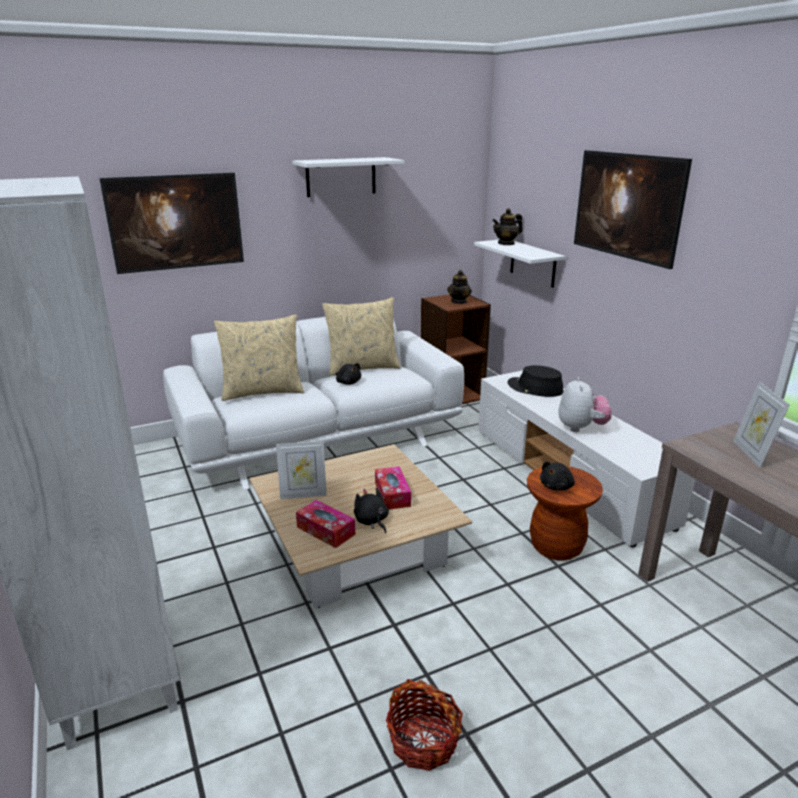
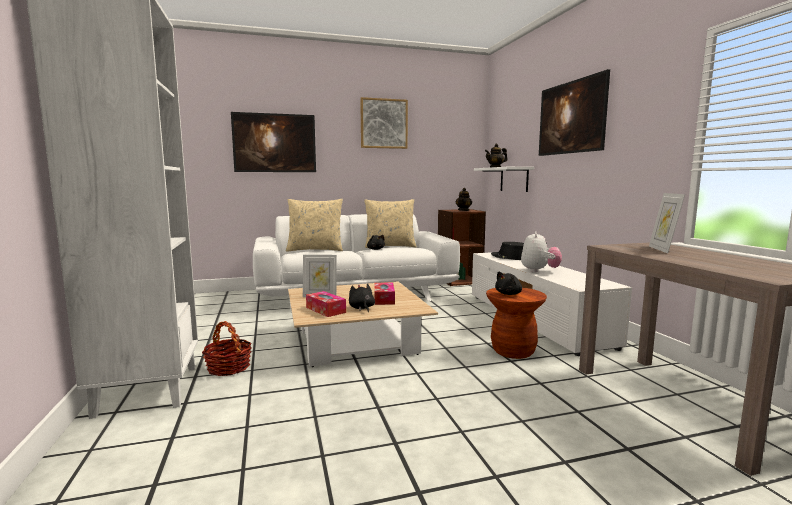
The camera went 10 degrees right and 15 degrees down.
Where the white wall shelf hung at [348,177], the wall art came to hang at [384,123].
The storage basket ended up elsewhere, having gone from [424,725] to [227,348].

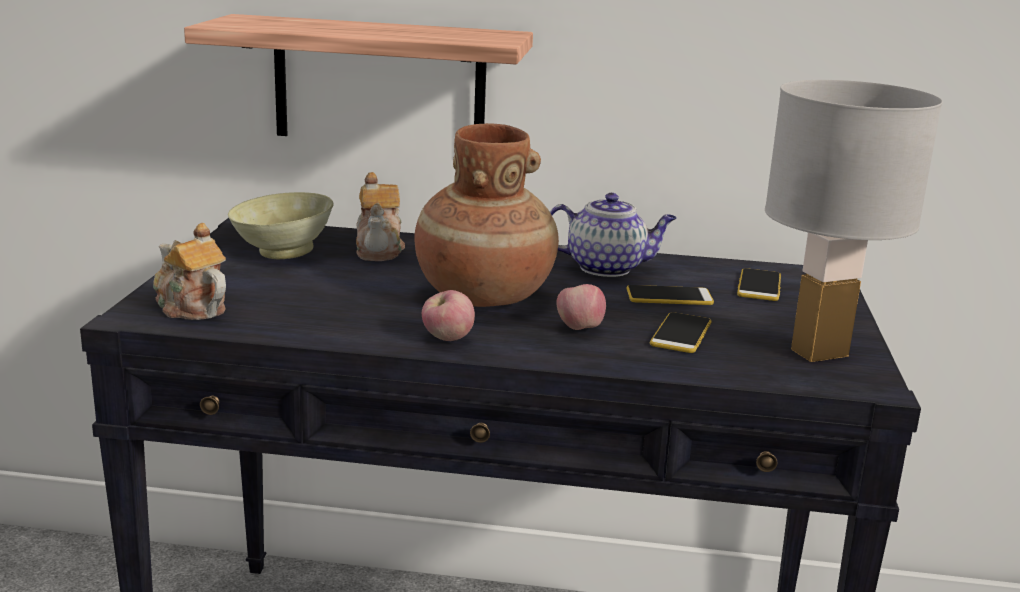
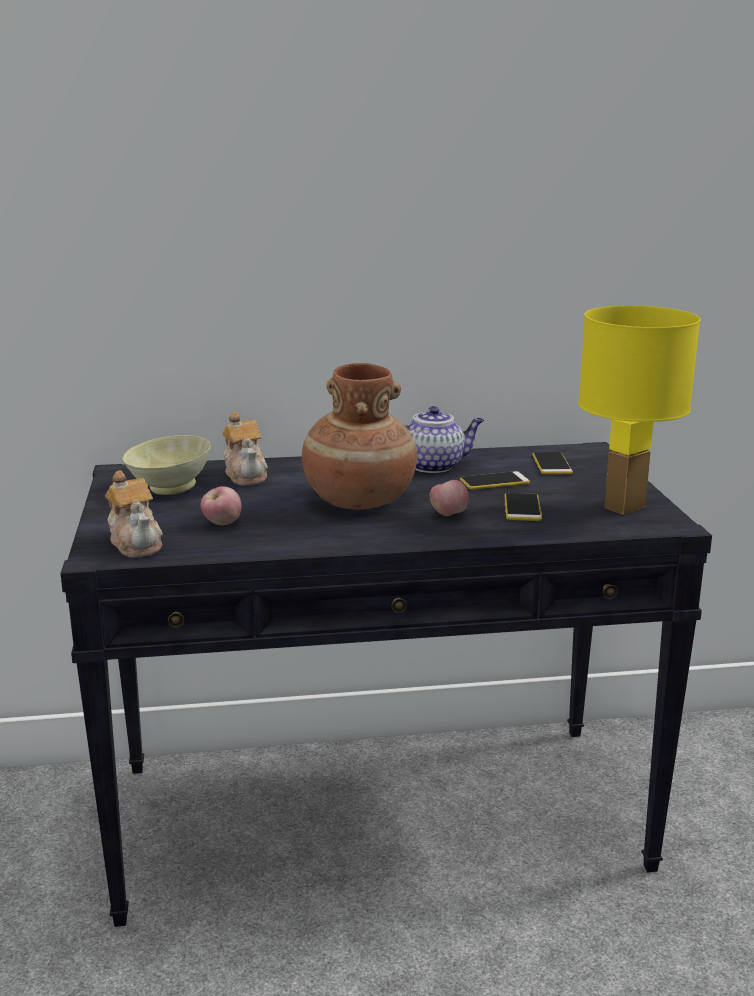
The camera went 15 degrees left and 0 degrees up.
The second view lost the wall shelf at [358,75].
What was the white table lamp at [854,221] turned into the yellow-coloured table lamp at [639,410].
The pot for tea at [189,271] ended up facing another way, 150 degrees counterclockwise from before.
The whole apple ended up elsewhere, having gone from [448,315] to [221,506].

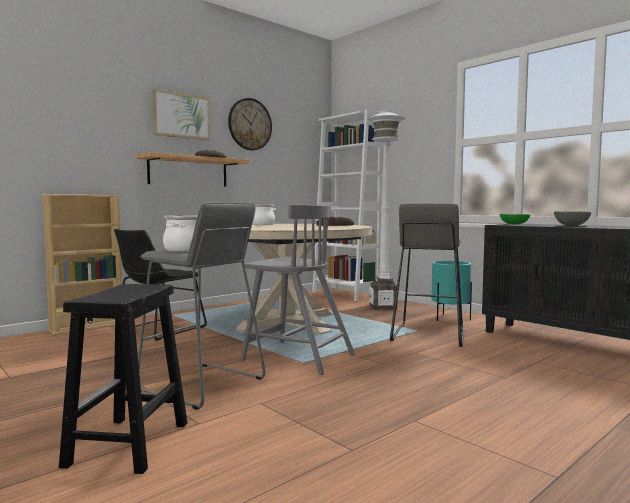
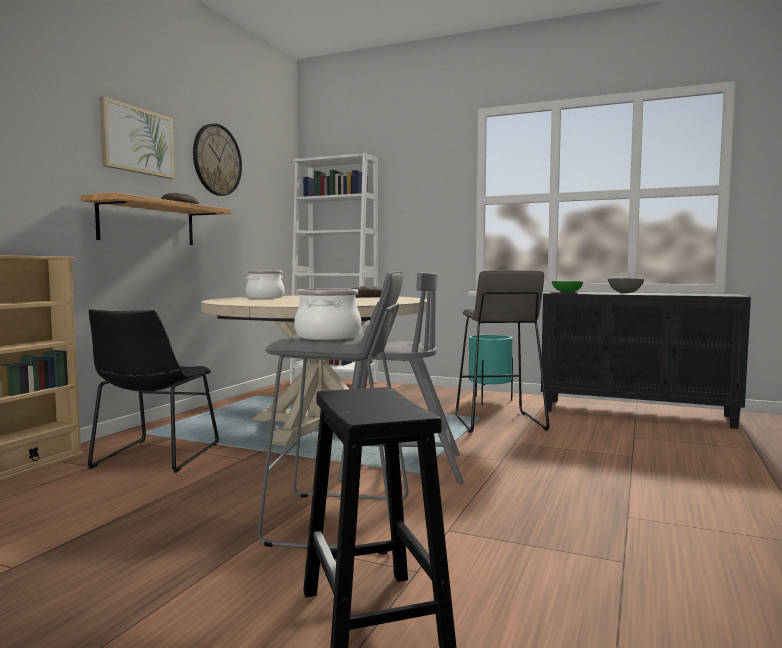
The camera went 25 degrees left and 0 degrees up.
The second view lost the white standard lamp at [386,210].

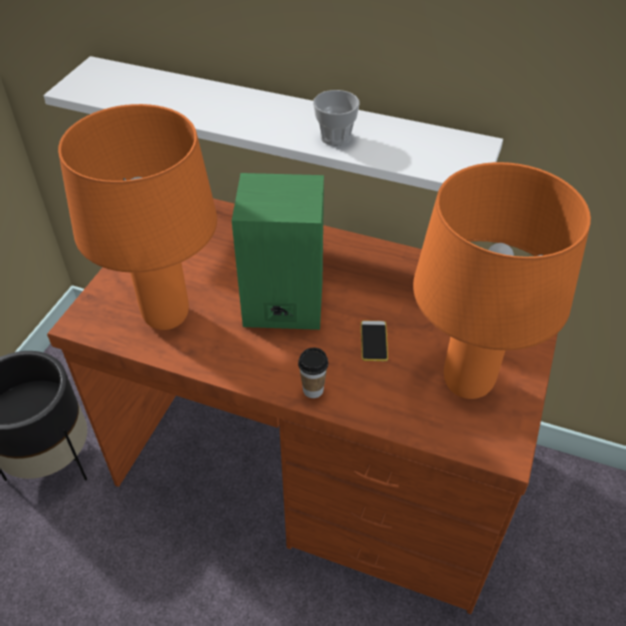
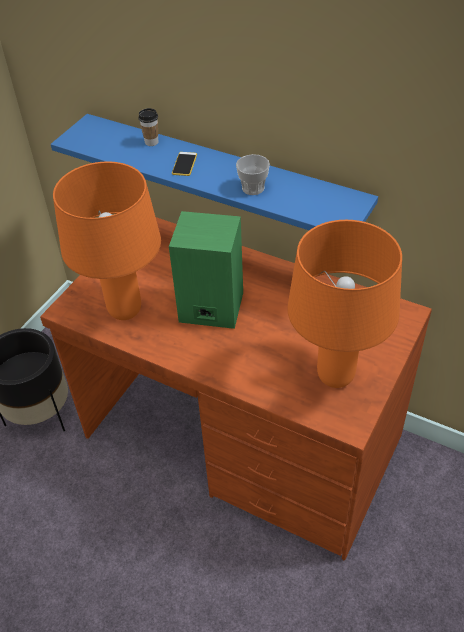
The camera went 10 degrees right and 0 degrees up.
What was the white wall shelf at [273,123] turned into the blue-coloured wall shelf at [214,172].
The handset ended up elsewhere, having gone from [374,341] to [184,164].
The cup ended up elsewhere, having gone from [313,373] to [148,127].

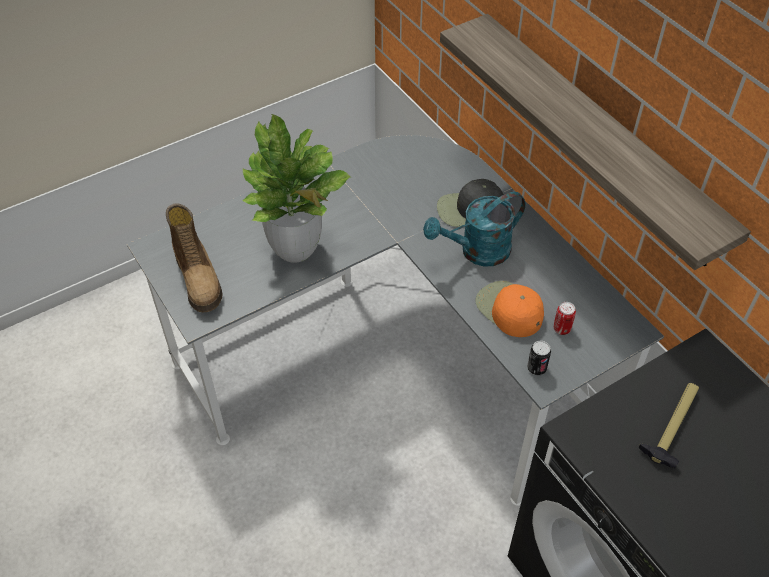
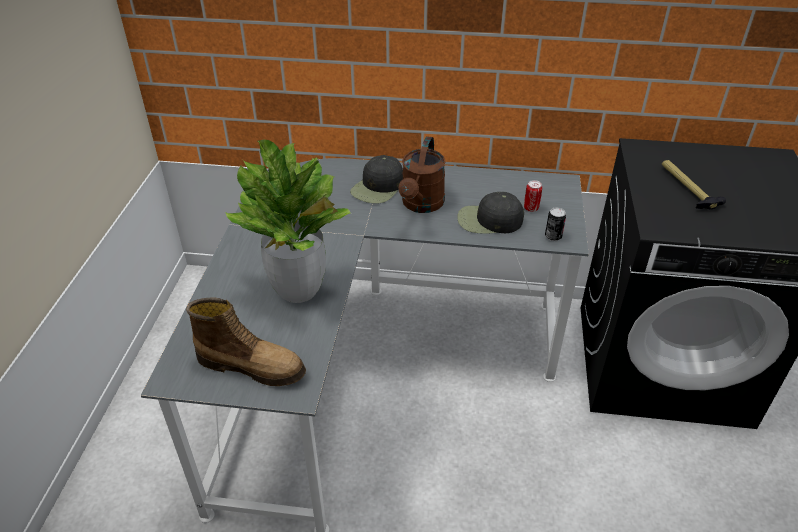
The camera went 50 degrees left and 10 degrees down.
The second view lost the wall shelf at [595,142].
What was the turquoise watering pot at [474,229] turned into the brownish watering pot at [422,174].
What was the orange-coloured cap at [509,309] turned into the black cap at [490,213].

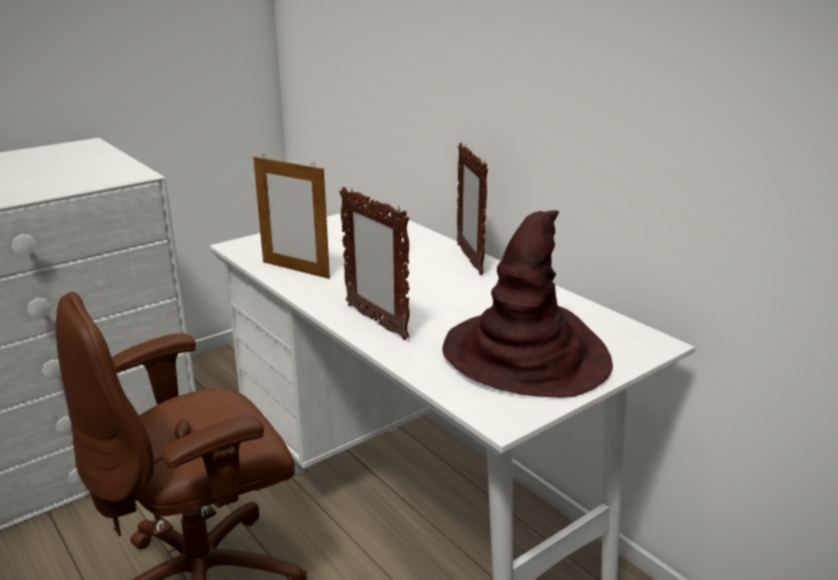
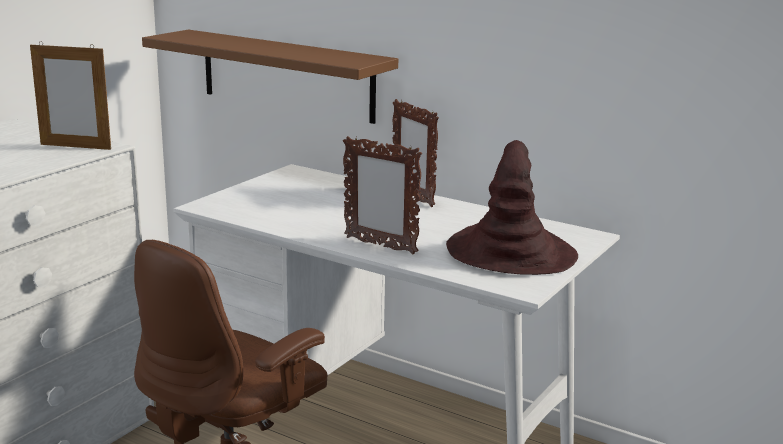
The camera went 20 degrees left and 5 degrees down.
The photo frame ended up elsewhere, having gone from [291,216] to [70,95].
The second view gained the brownish wall shelf at [270,77].

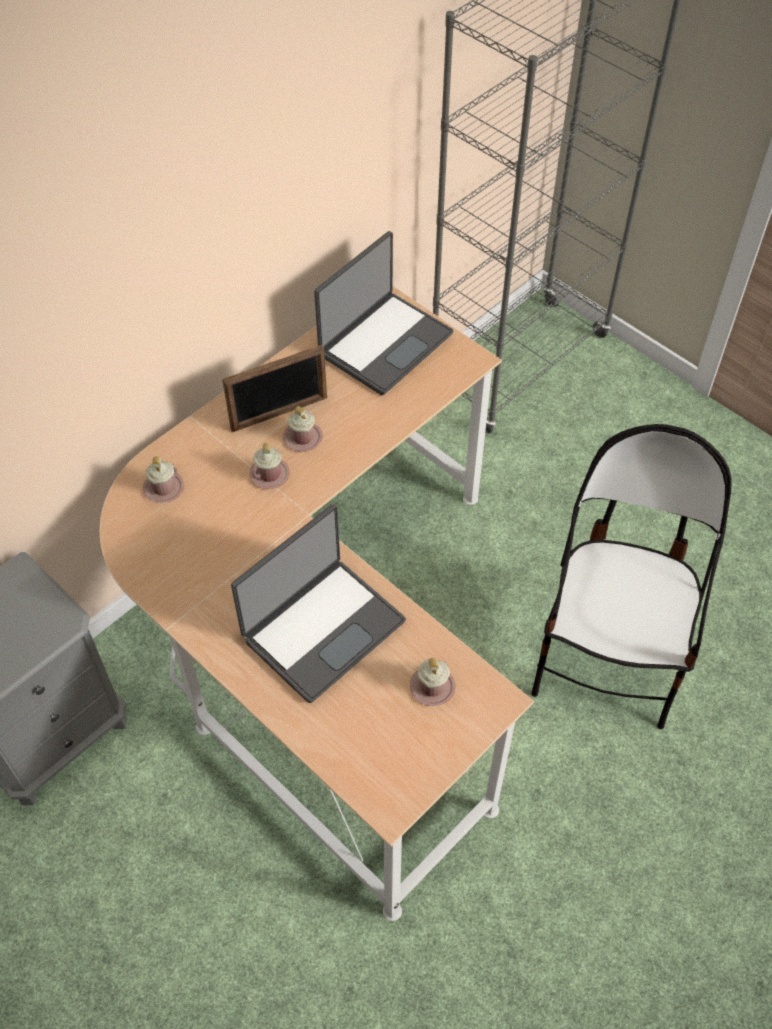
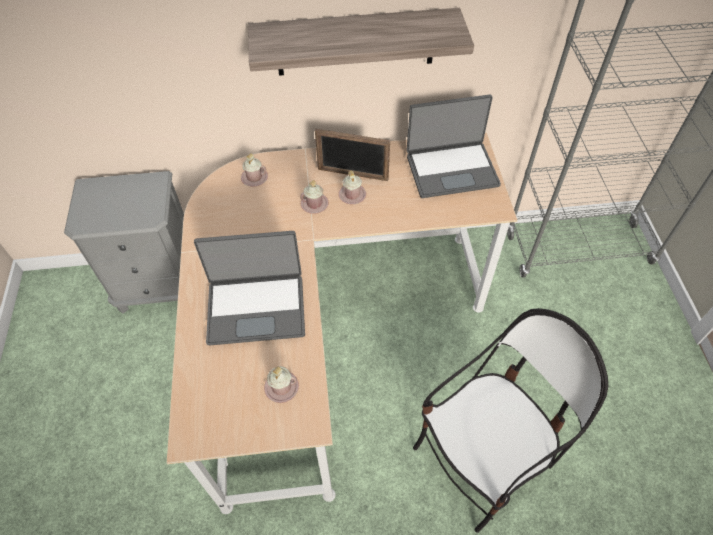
The camera went 40 degrees right and 0 degrees up.
The second view gained the wall shelf at [361,42].

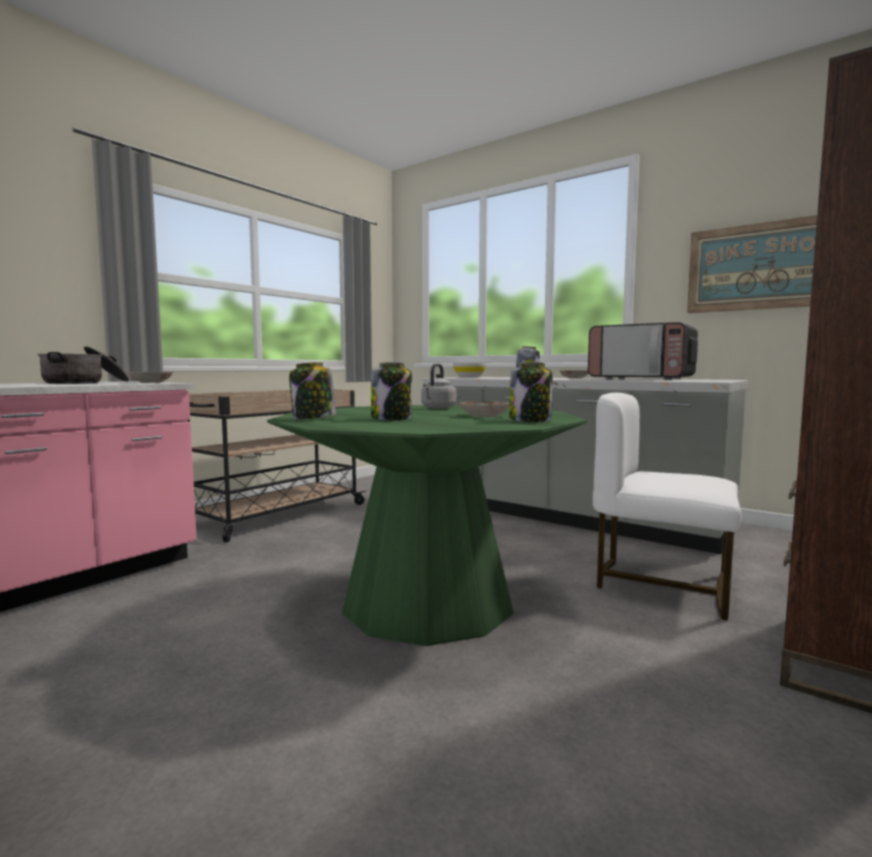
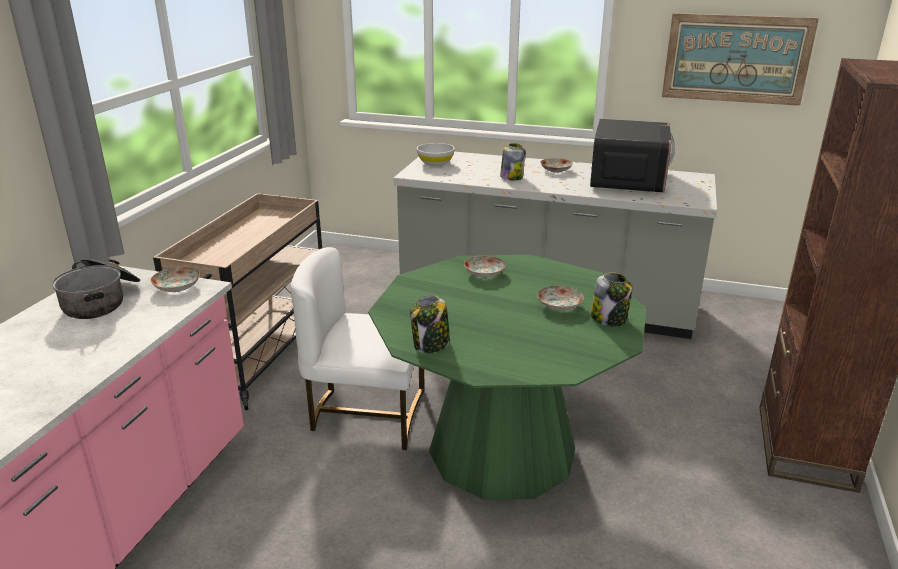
The camera went 20 degrees left and 20 degrees up.
The microwave oven at [643,351] ended up facing another way, 90 degrees counterclockwise from before.
The second view lost the preserve jar at [391,391].
Where the greyish kettle stood at [438,386], the dinner plate came to stand at [485,266].
The white plain chair ended up elsewhere, having gone from [667,507] to [358,348].

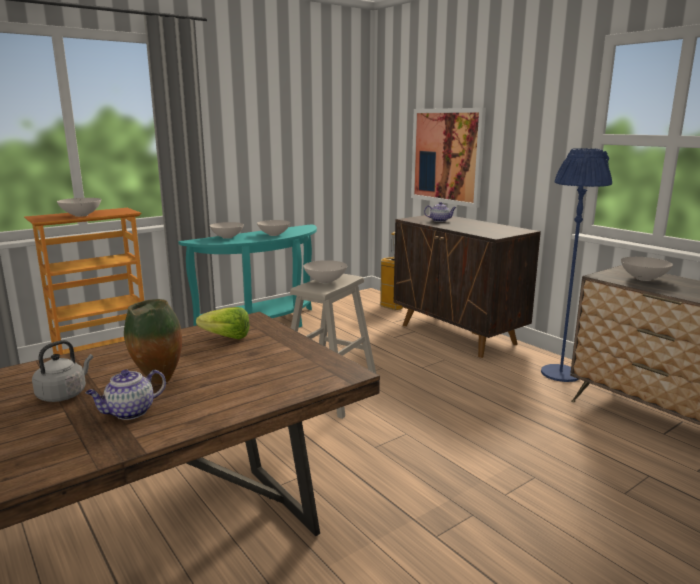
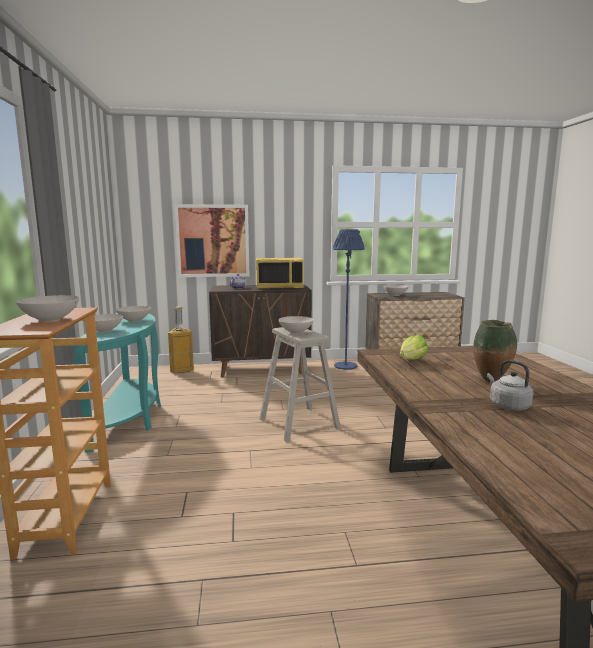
The camera went 60 degrees left and 5 degrees down.
The second view lost the pot for tea at [126,394].
The second view gained the yellow-coloured microwave oven at [280,273].

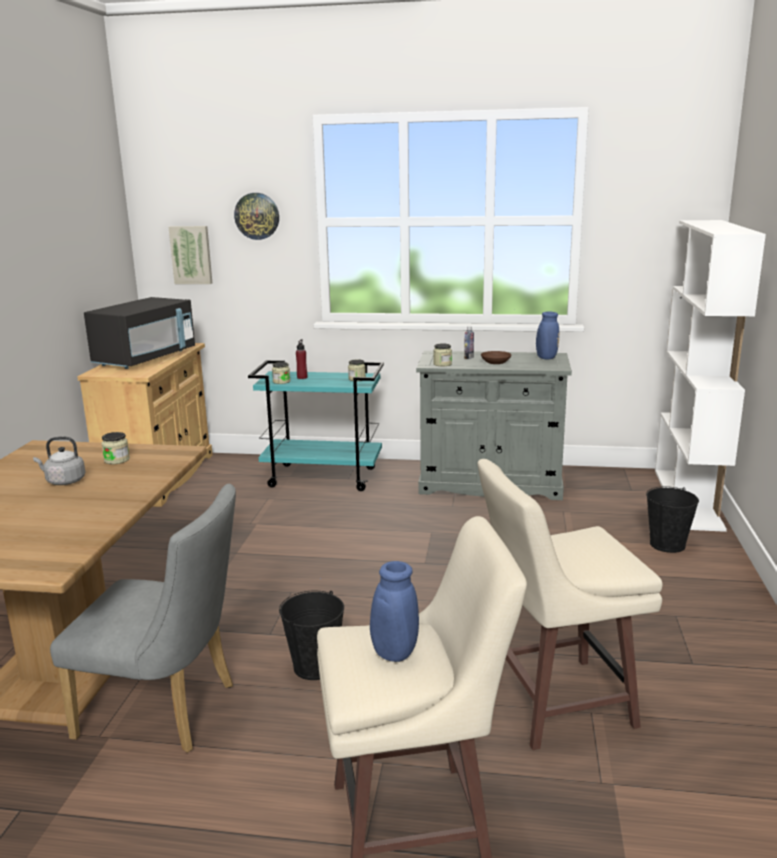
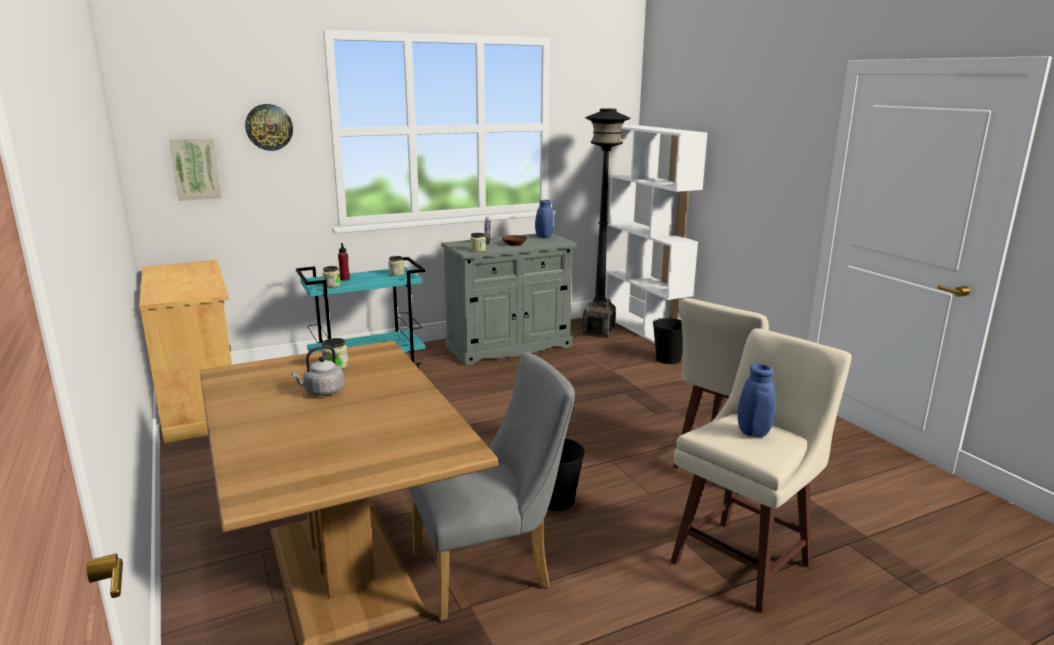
The camera went 35 degrees left and 0 degrees up.
The second view lost the black microwave oven at [139,333].
The second view gained the black standard lamp at [607,223].

